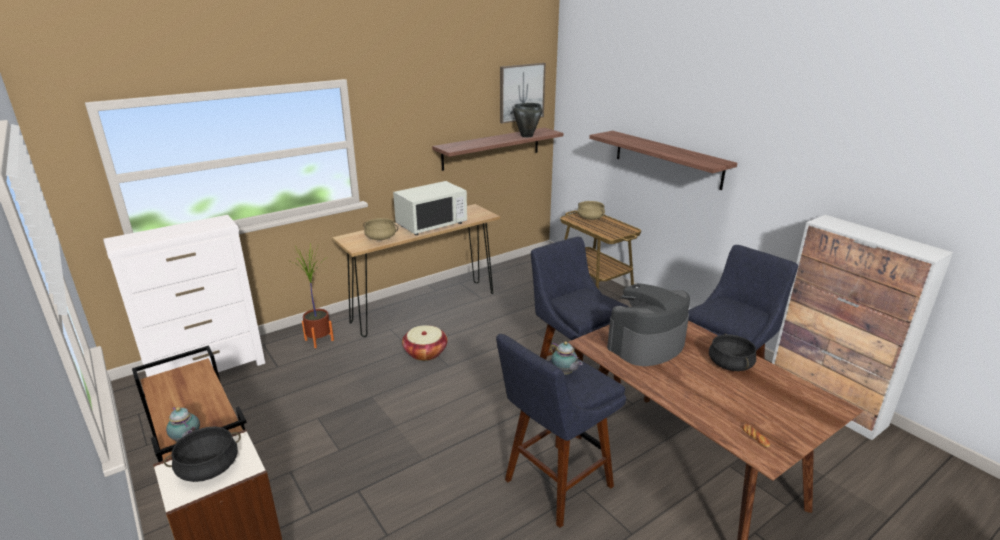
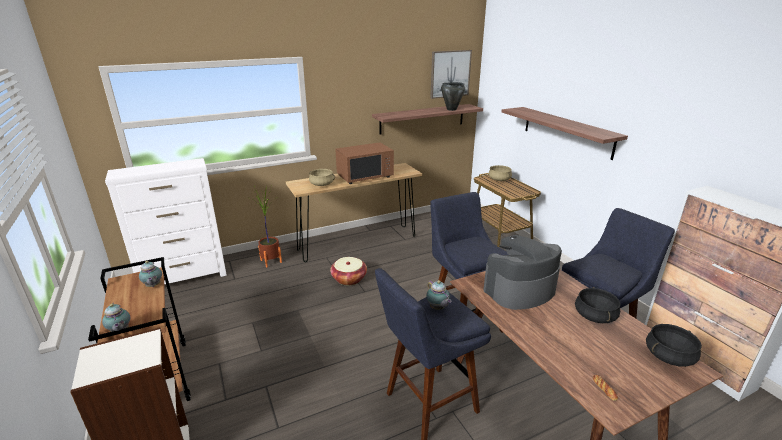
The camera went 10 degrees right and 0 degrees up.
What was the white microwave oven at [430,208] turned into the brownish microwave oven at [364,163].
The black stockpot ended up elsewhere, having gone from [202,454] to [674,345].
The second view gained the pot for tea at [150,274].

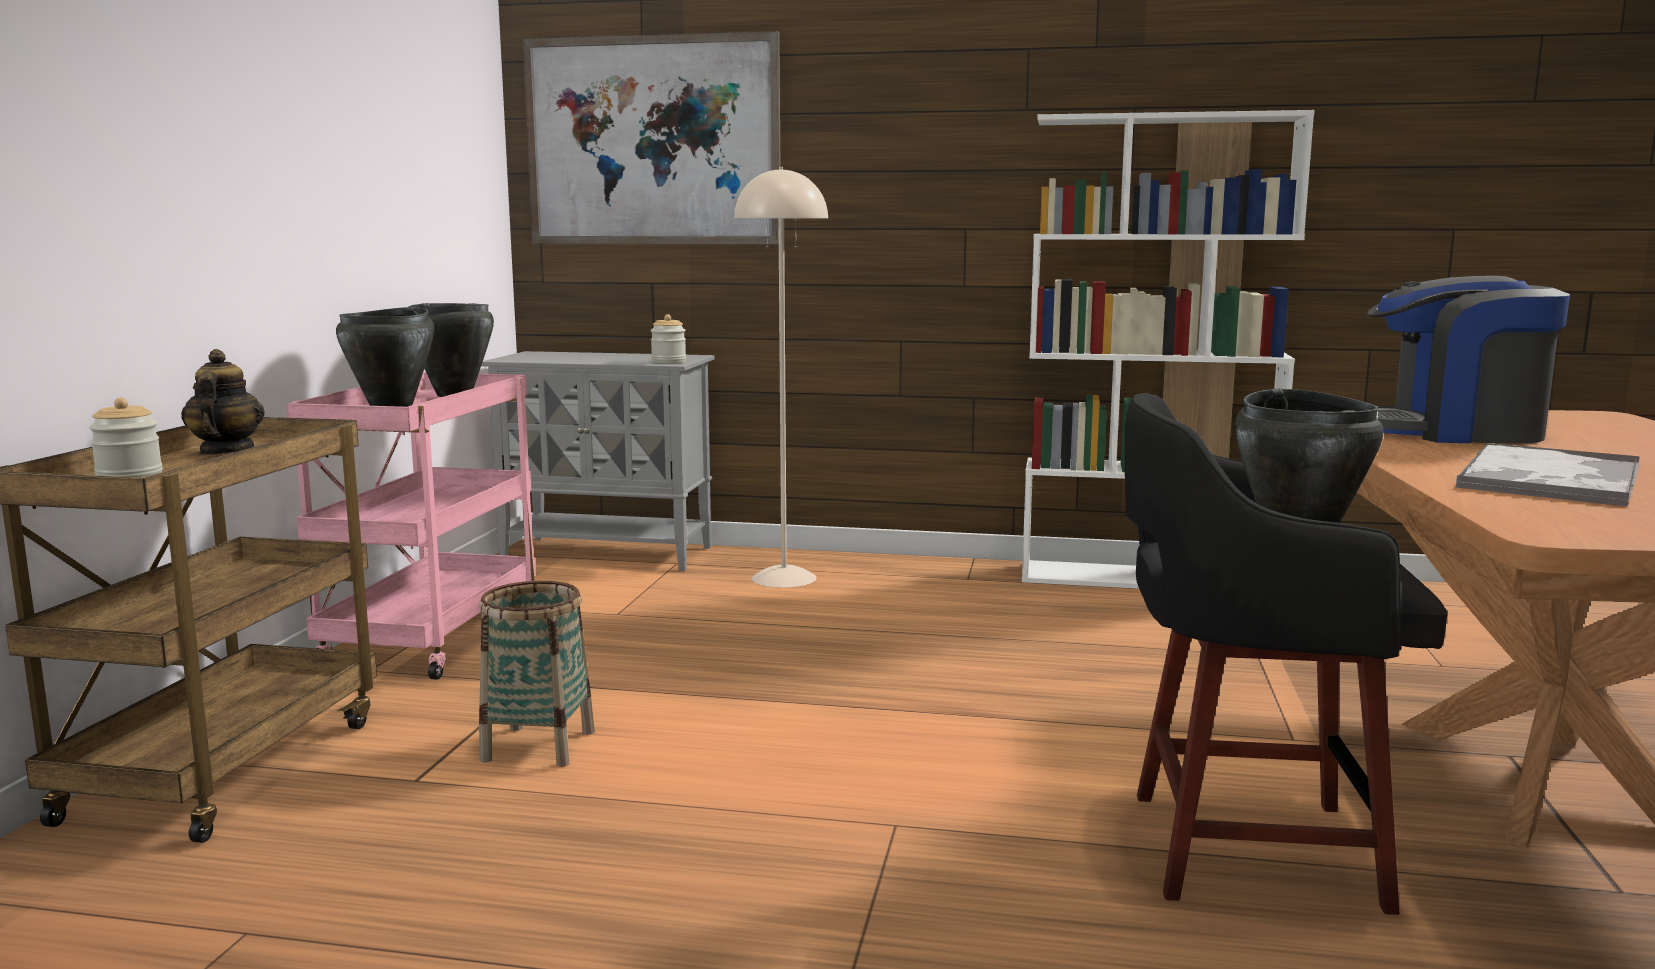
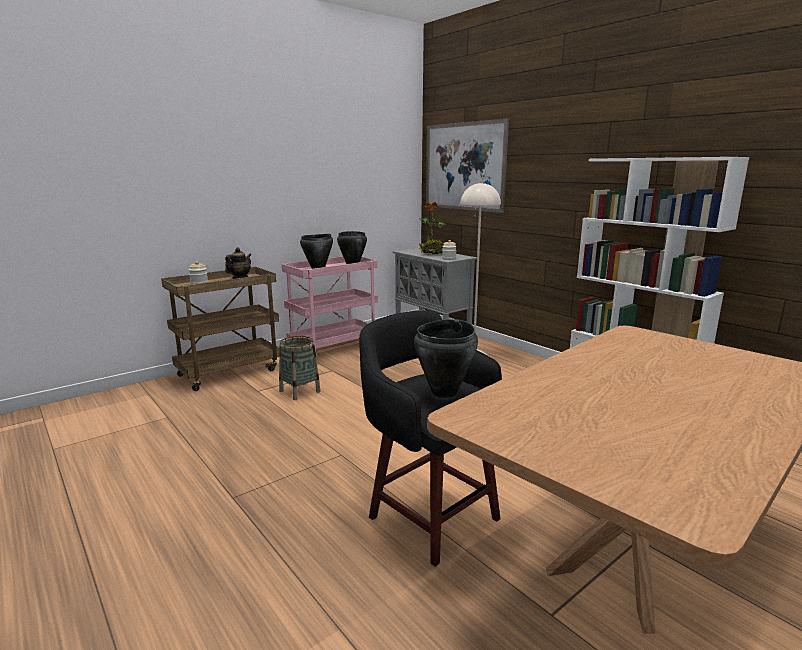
The camera went 40 degrees right and 5 degrees up.
The second view lost the coffee maker at [1468,359].
The second view lost the serving tray at [1547,475].
The second view gained the houseplant at [432,228].

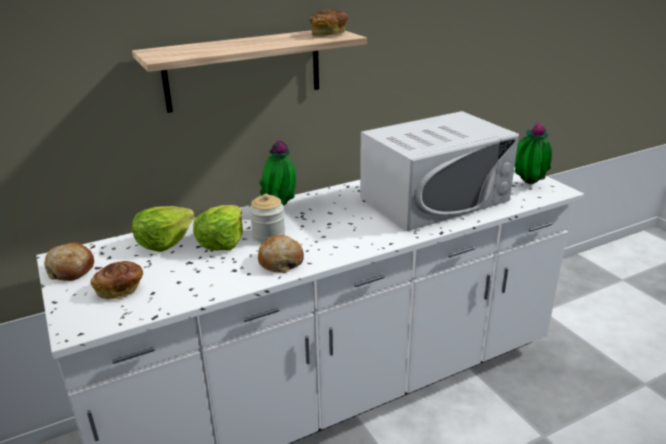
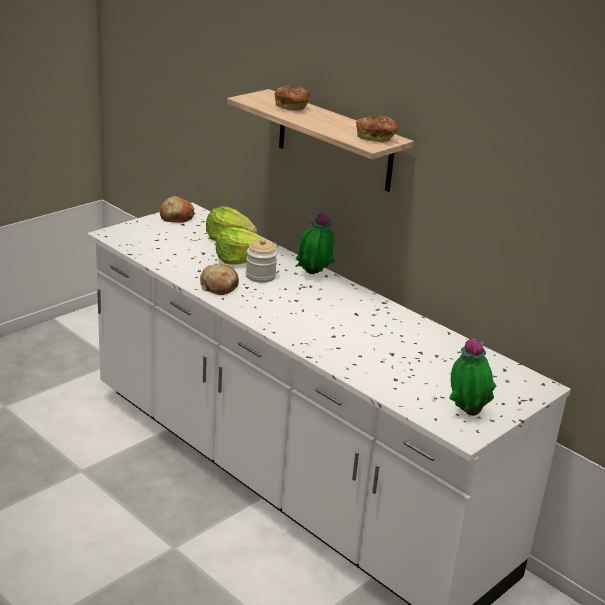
The camera went 70 degrees right and 0 degrees up.
The second view lost the white microwave oven at [439,171].
The bread ended up elsewhere, having gone from [116,280] to [292,98].

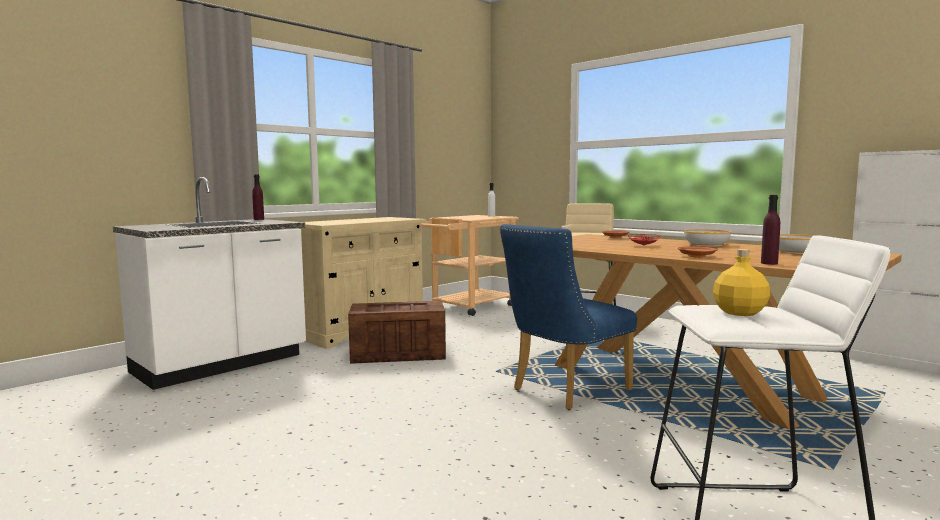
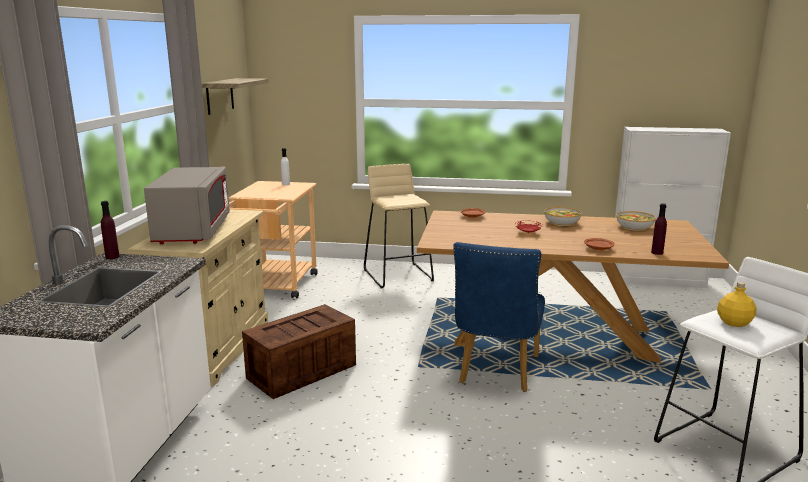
The camera went 35 degrees left and 10 degrees up.
The second view gained the wall shelf at [235,96].
The second view gained the greyish microwave oven at [187,205].

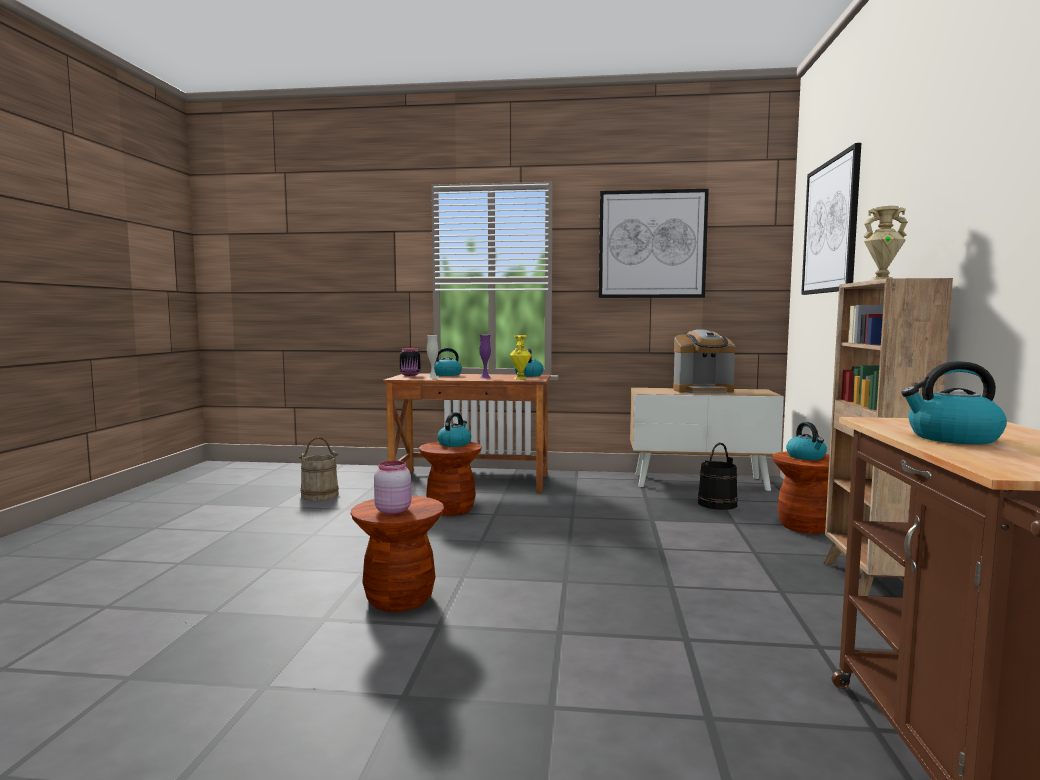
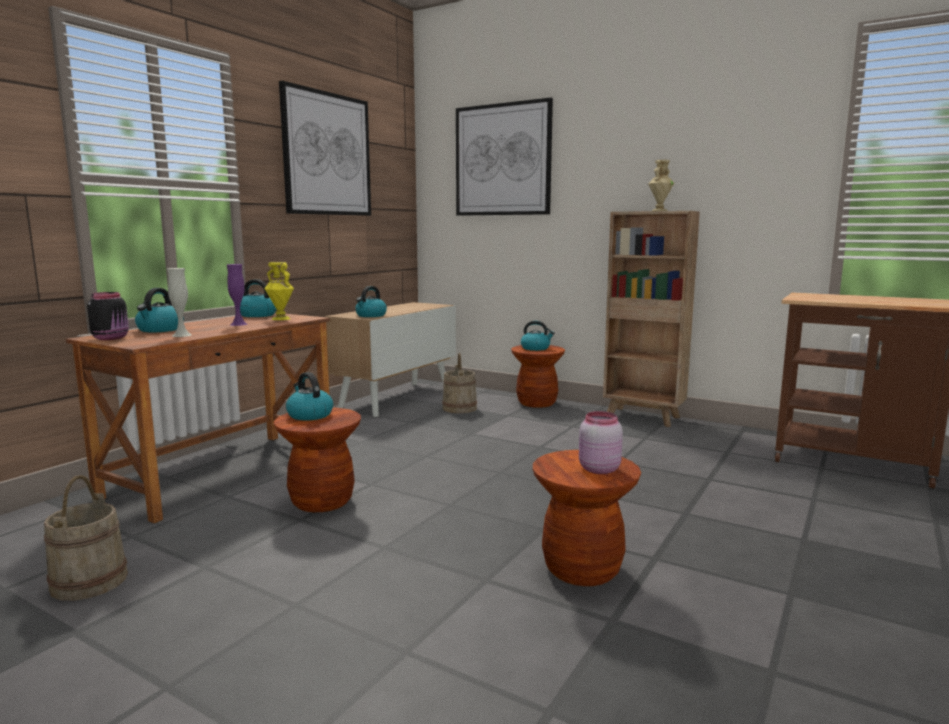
The camera went 65 degrees left and 5 degrees up.
The second view lost the coffee maker at [704,361].
The kettle ended up elsewhere, having gone from [954,402] to [371,301].
What was the black water bucket at [718,476] turned into the beige-coloured water bucket at [459,383].

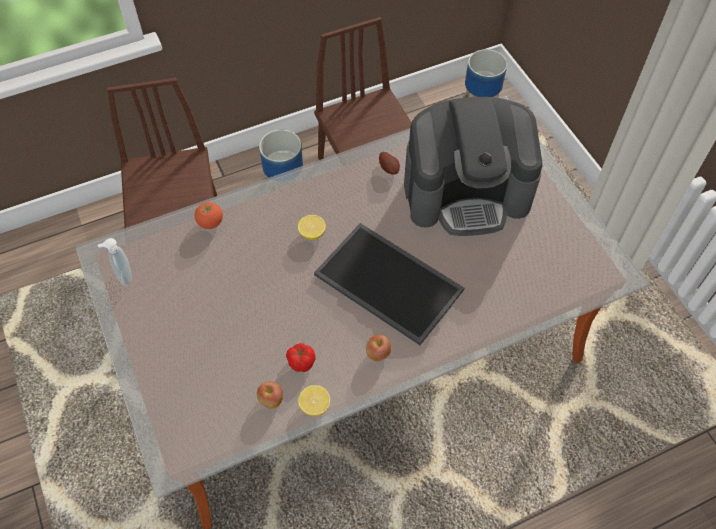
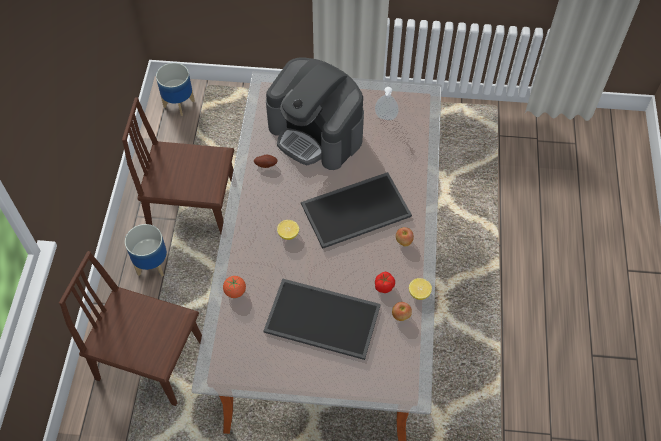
The camera went 60 degrees left and 0 degrees up.
The coffee maker at [473,166] ended up facing another way, 105 degrees clockwise from before.
The liquid soap bottle ended up elsewhere, having gone from [115,262] to [386,103].
The second view gained the serving tray at [322,319].

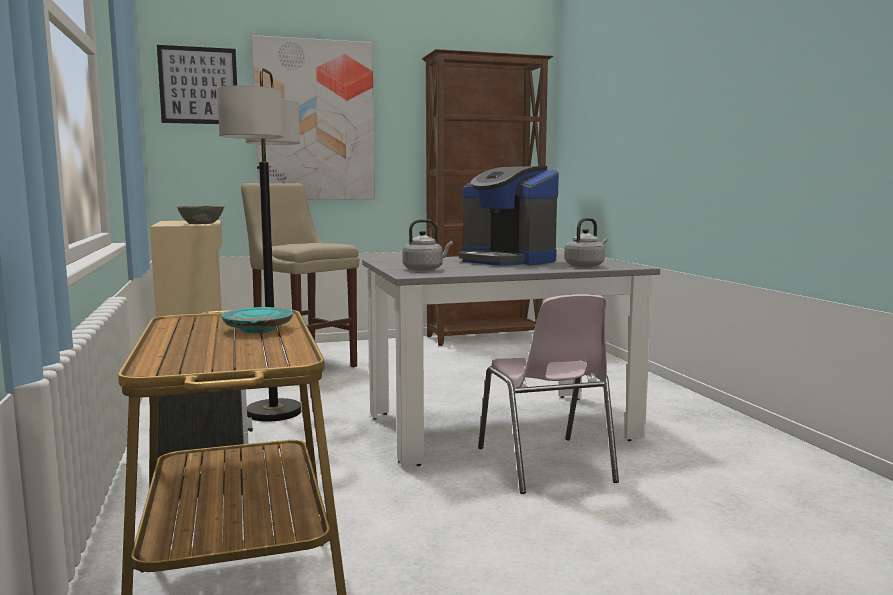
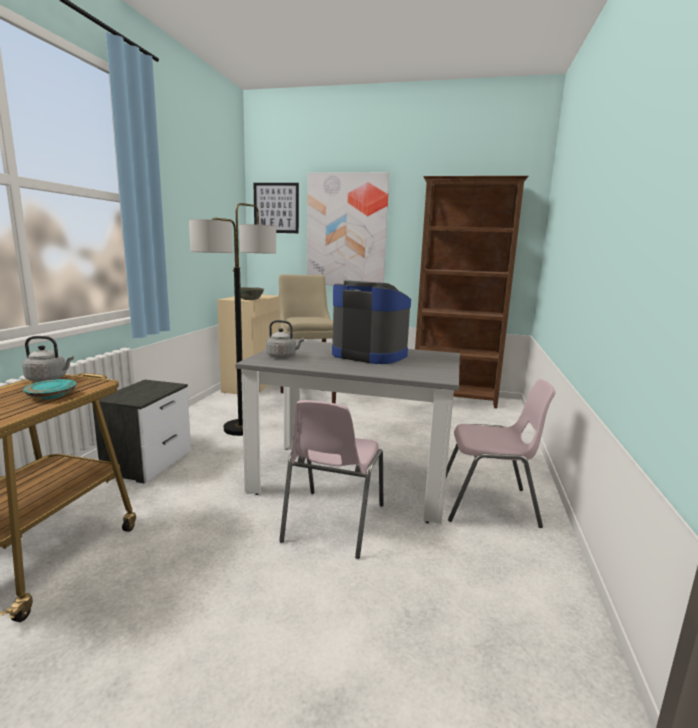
The camera went 30 degrees right and 5 degrees up.
The coffee maker at [509,216] ended up facing another way, 135 degrees clockwise from before.
The greyish kettle ended up elsewhere, having gone from [586,242] to [48,359].
The second view gained the pink-coloured plain chair at [501,453].

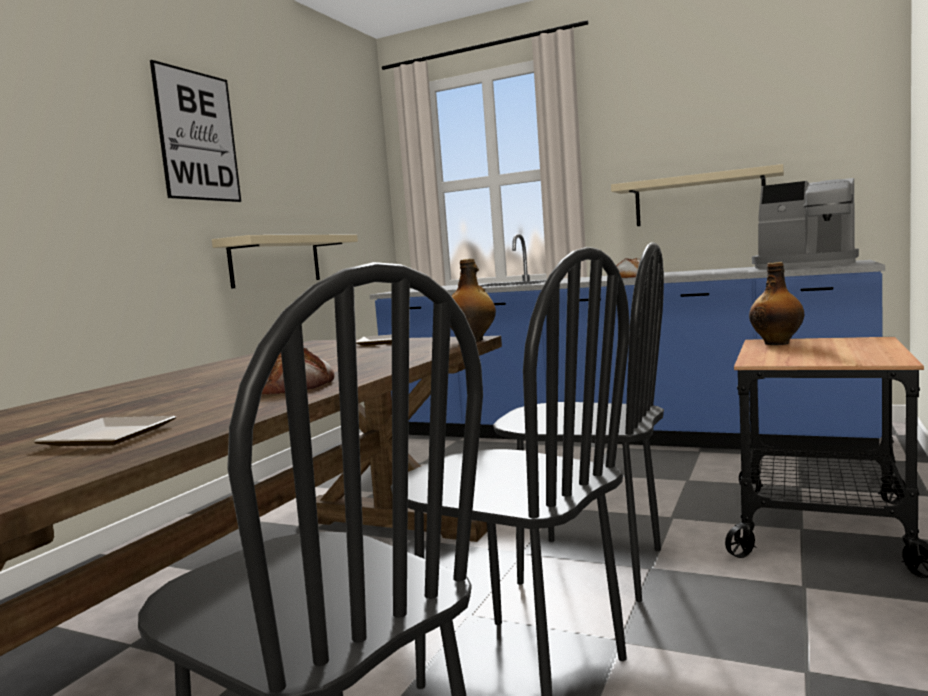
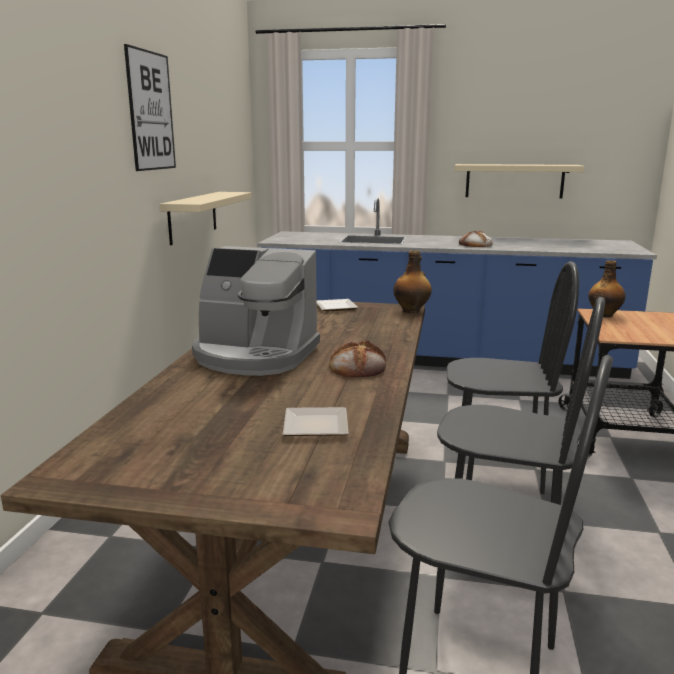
The camera went 15 degrees left and 10 degrees up.
The coffee maker ended up elsewhere, having gone from [805,223] to [256,311].

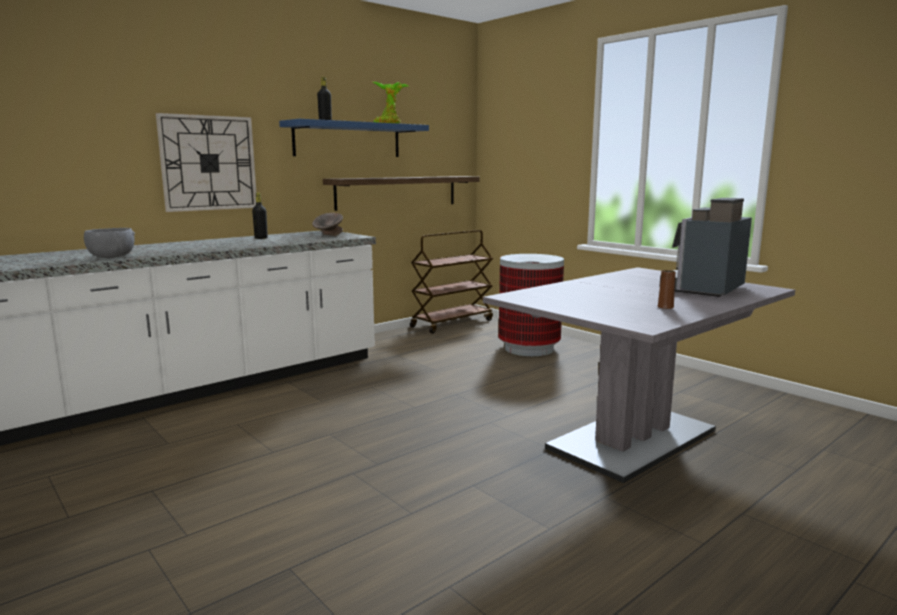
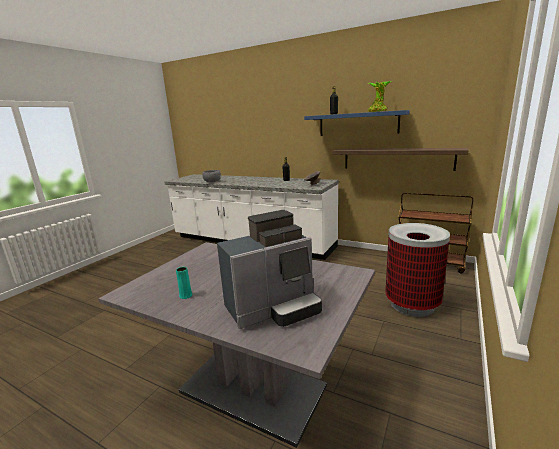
The camera went 70 degrees right and 5 degrees up.
The second view lost the clock on the wall at [206,162].
The coffee maker at [705,247] ended up facing another way, 135 degrees clockwise from before.
What was the brownish vase at [667,289] turned into the turquoise vase at [184,283].

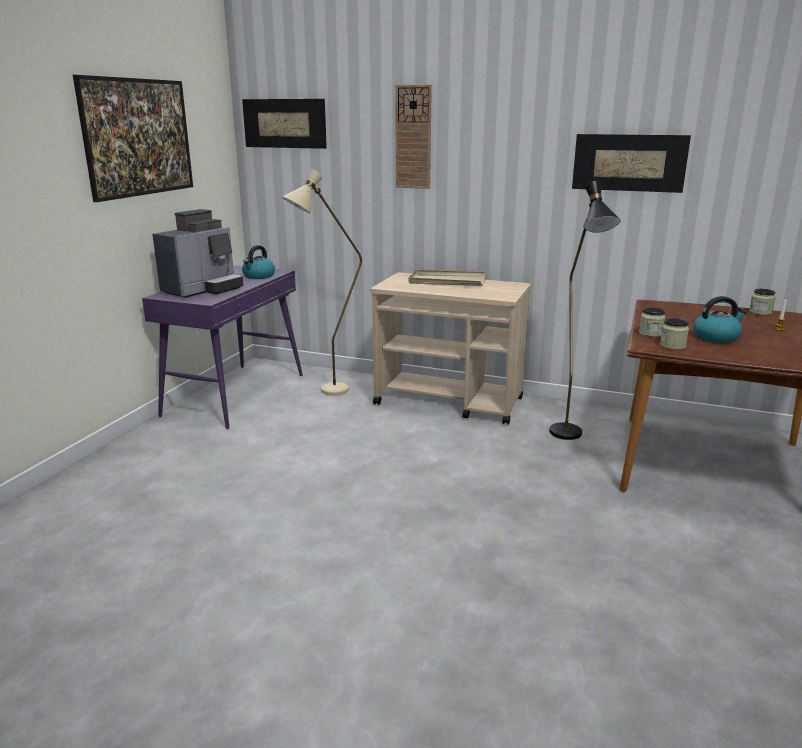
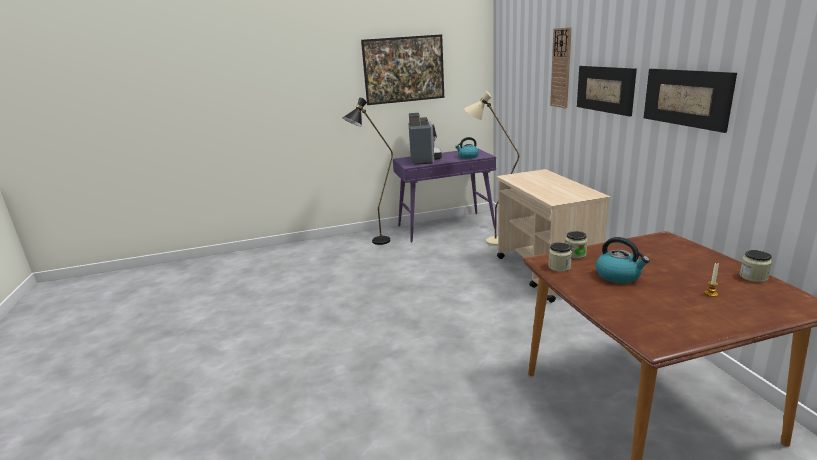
The camera went 55 degrees right and 0 degrees up.
The wall art ended up elsewhere, having gone from [284,124] to [607,91].
The black standard lamp ended up elsewhere, having gone from [585,310] to [368,171].
The coffee maker at [197,253] ended up facing another way, 90 degrees counterclockwise from before.
The second view lost the beige-coloured serving tray at [447,278].

